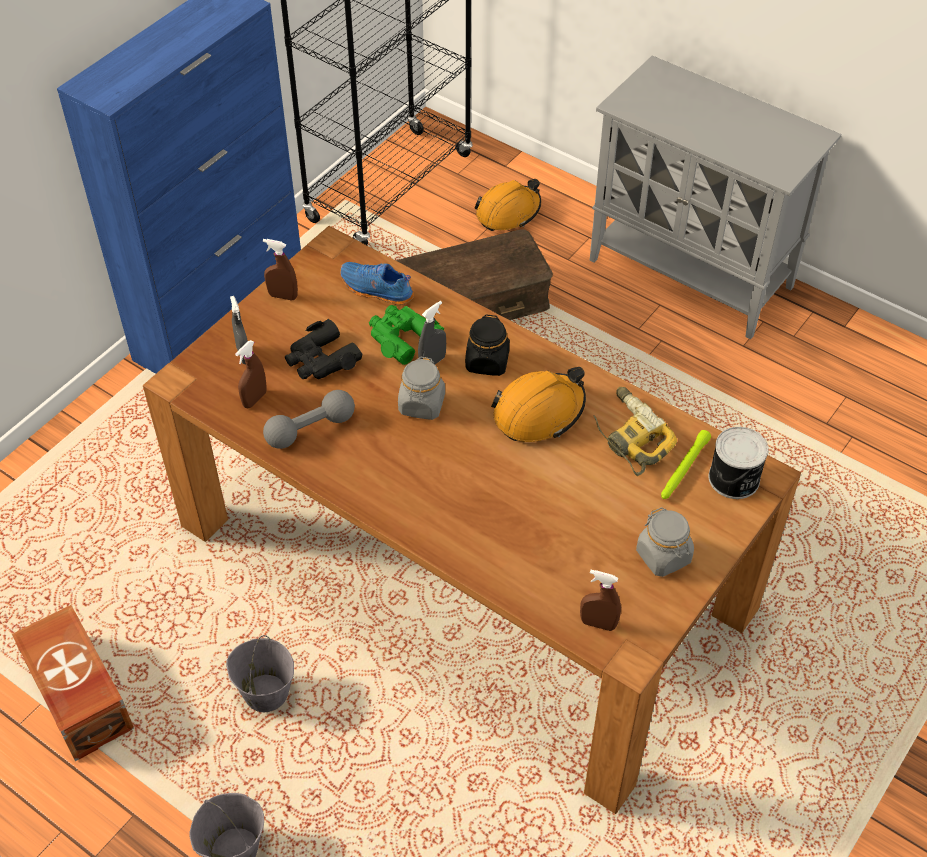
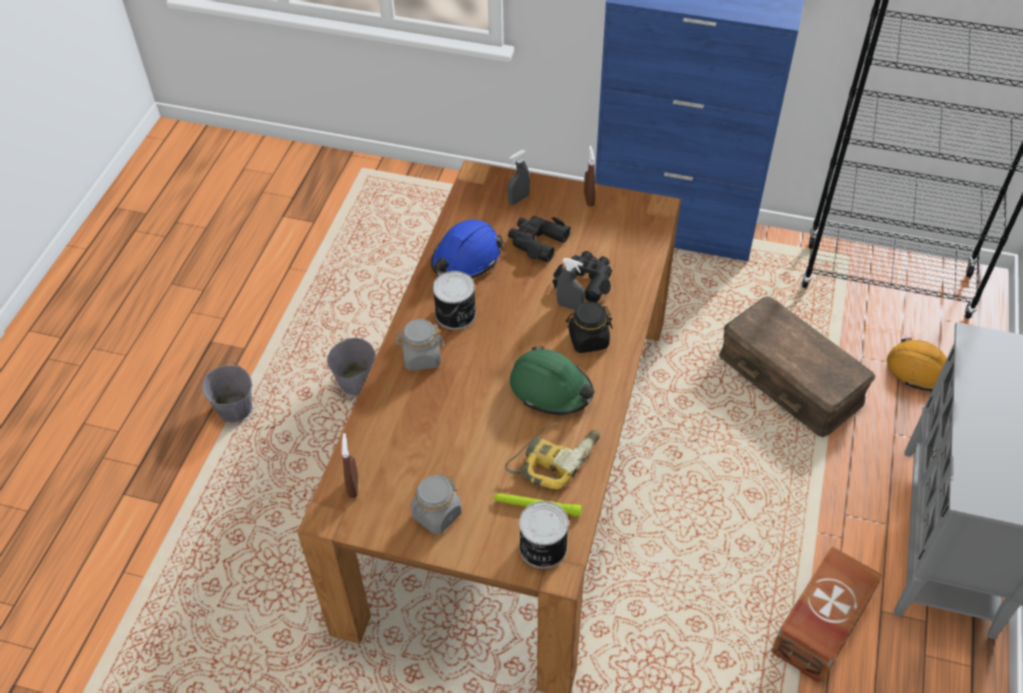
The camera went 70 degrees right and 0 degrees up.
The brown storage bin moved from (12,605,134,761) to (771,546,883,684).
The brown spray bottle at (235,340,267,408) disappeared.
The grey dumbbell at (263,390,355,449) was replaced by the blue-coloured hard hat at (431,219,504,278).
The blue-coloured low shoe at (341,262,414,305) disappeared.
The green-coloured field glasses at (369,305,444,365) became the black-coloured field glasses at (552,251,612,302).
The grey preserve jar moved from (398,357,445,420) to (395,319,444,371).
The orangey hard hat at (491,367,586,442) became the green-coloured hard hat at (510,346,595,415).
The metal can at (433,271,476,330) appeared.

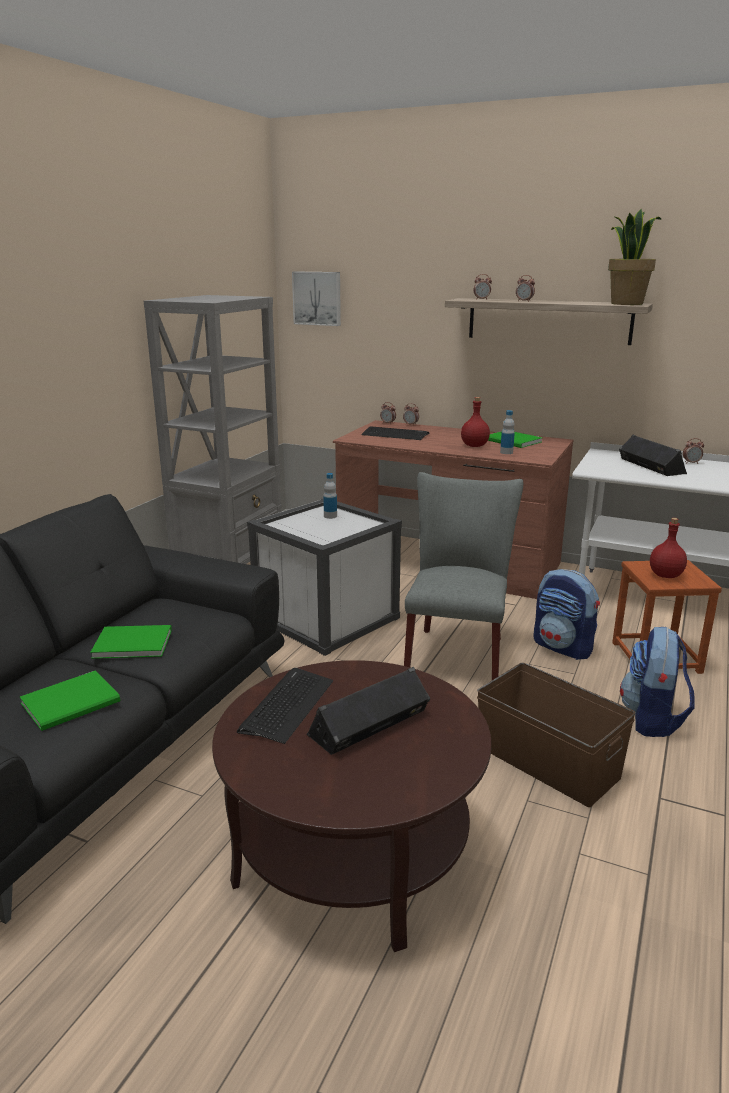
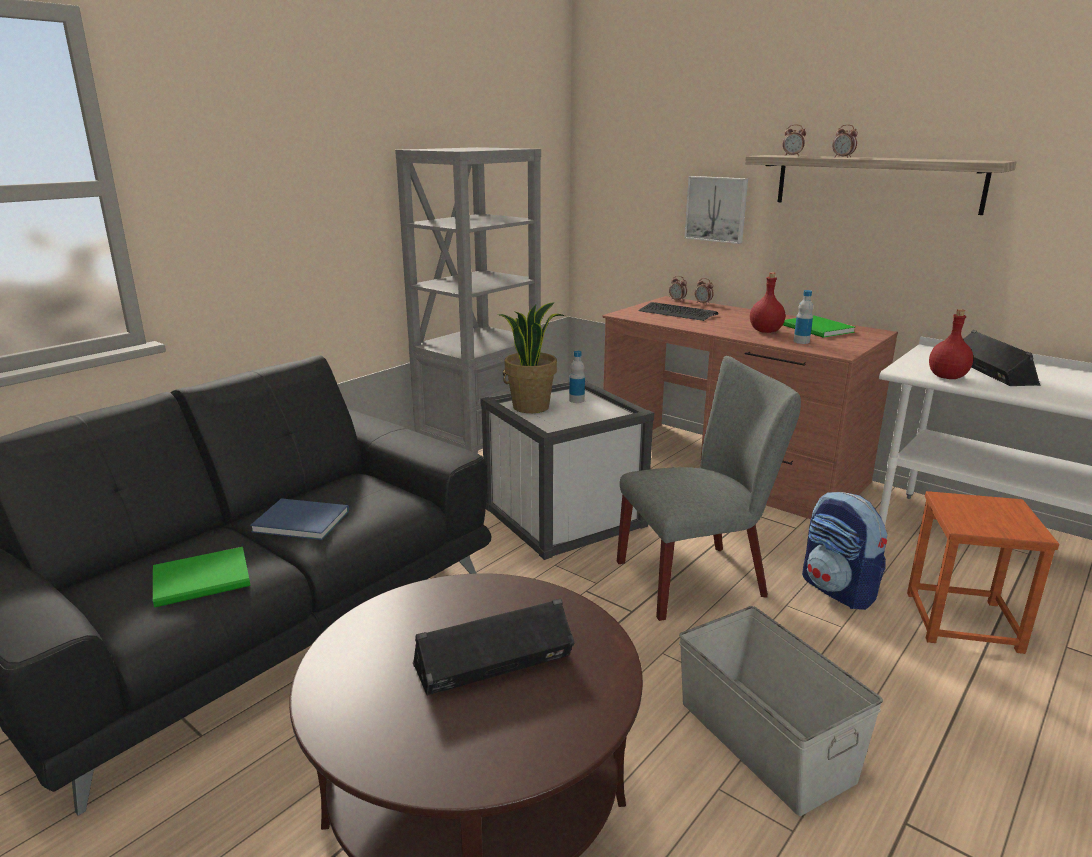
The camera went 15 degrees right and 0 degrees up.
The green-coloured book at (90,625,172,659) became the blue-coloured book at (250,498,349,540).
The PC keyboard at (237,668,333,744) disappeared.
The wall art moved from (292,271,341,326) to (684,176,748,244).
The grey upright chair at (404,472,523,680) turned 45 degrees clockwise.
The brown storage bin at (477,663,636,807) became the grey storage bin at (679,606,883,816).
The houseplant moved from (608,209,661,305) to (498,302,565,413).
The rucksack at (620,627,695,737) disappeared.
The red-coloured drink bottle moved from (650,518,687,578) to (929,309,973,379).
The table clock at (683,438,704,464) disappeared.

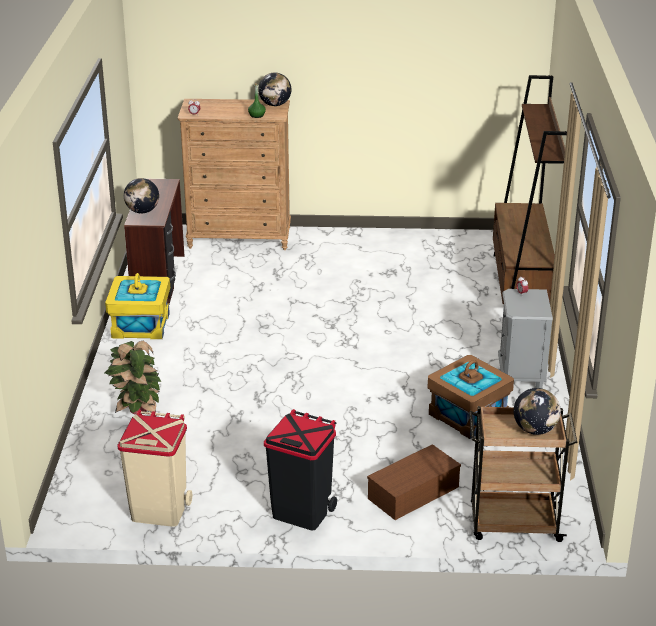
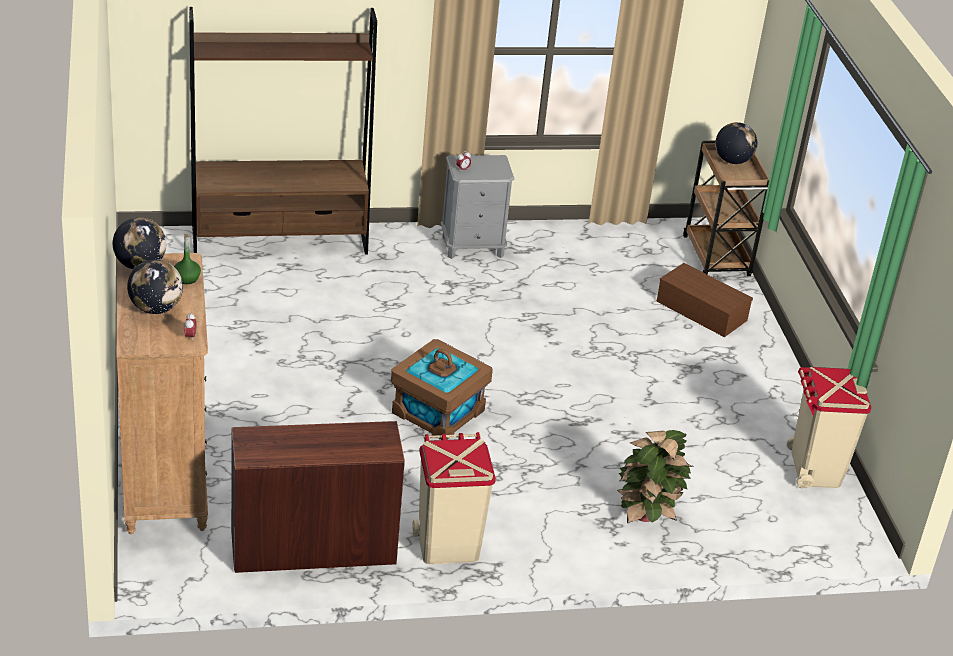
The camera went 105 degrees left and 5 degrees up.
The yellow-coloured storage bin at (105,273,170,339) was replaced by the beige waste bin at (412,432,496,564).
The world globe moved from (124,178,159,213) to (127,259,183,314).
The black-coloured waste bin at (264,409,337,530) disappeared.
The brown storage bin moved from (428,355,514,439) to (391,339,493,440).

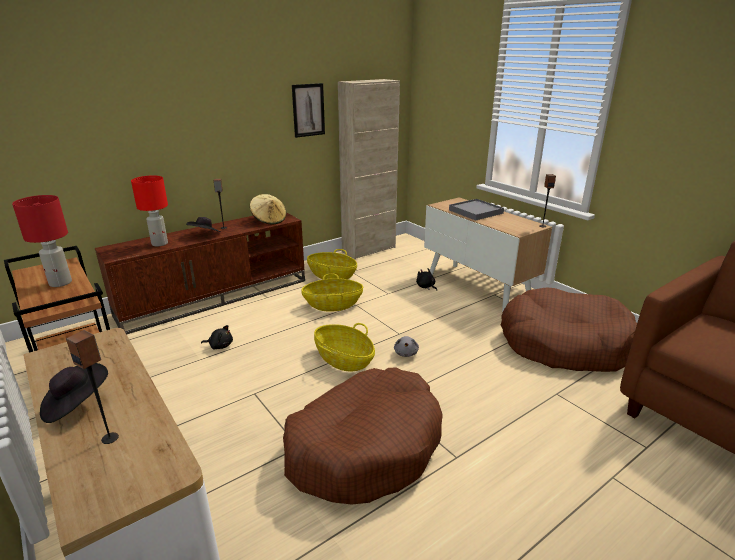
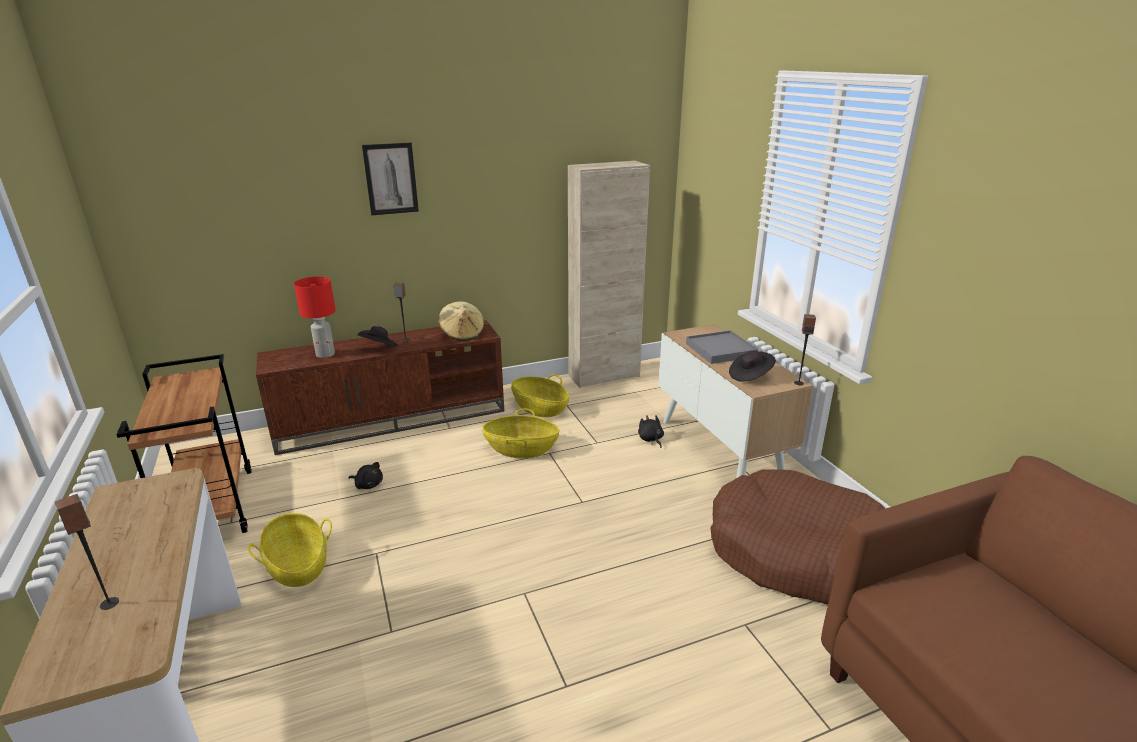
The camera went 15 degrees right and 0 degrees up.
The red-coloured tabletop lamp at (12,195,72,287) disappeared.
The black-coloured hat moved from (40,363,108,423) to (729,351,776,382).
The brown dog bed at (283,367,443,505) disappeared.
The wall art moved from (292,83,325,138) to (362,143,419,215).
The household basket moved from (314,323,375,371) to (248,513,332,587).
The grey plush toy at (394,336,419,357) disappeared.

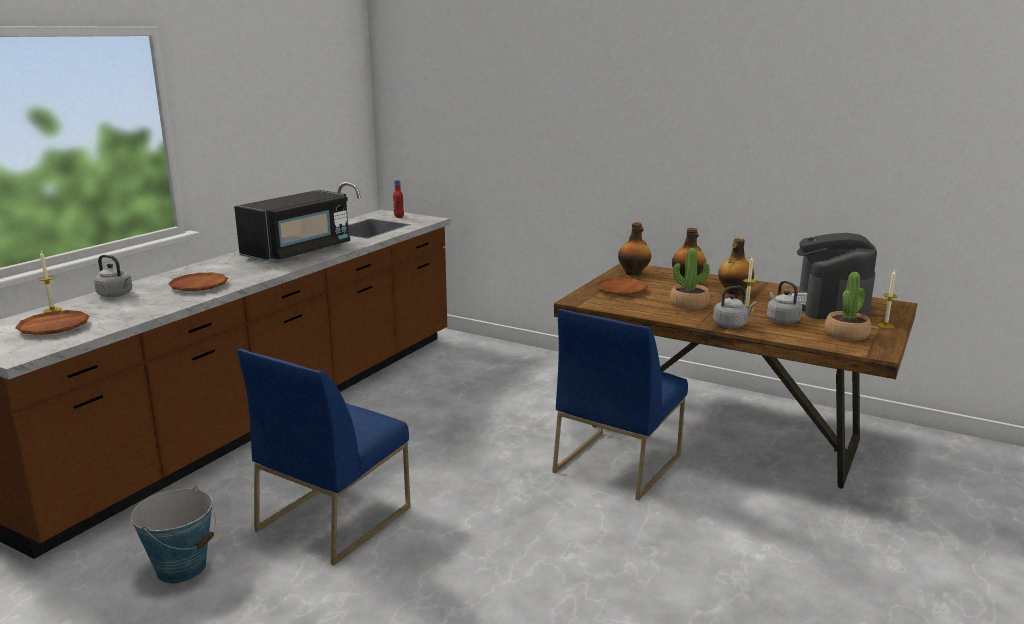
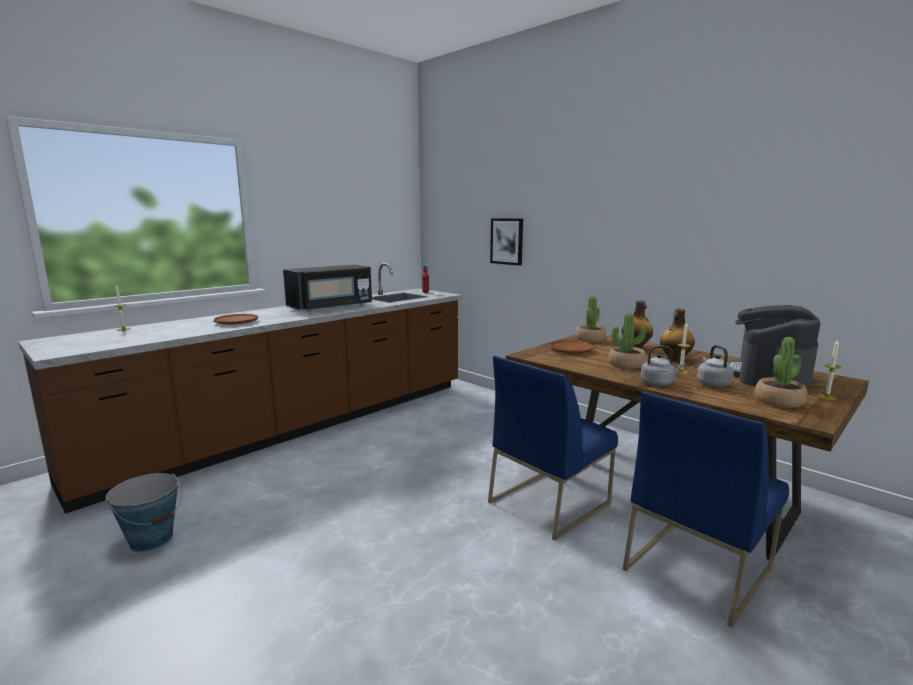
The camera went 15 degrees right and 5 degrees down.
The brown dinner plate at (16,310,89,335) disappeared.
The grey kettle at (94,255,132,297) disappeared.
The blue-coloured upright chair moved from (237,349,411,565) to (623,392,789,628).
The drink bottle at (618,222,651,276) was replaced by the houseplant at (576,296,606,342).
The wall art at (490,218,523,266) appeared.

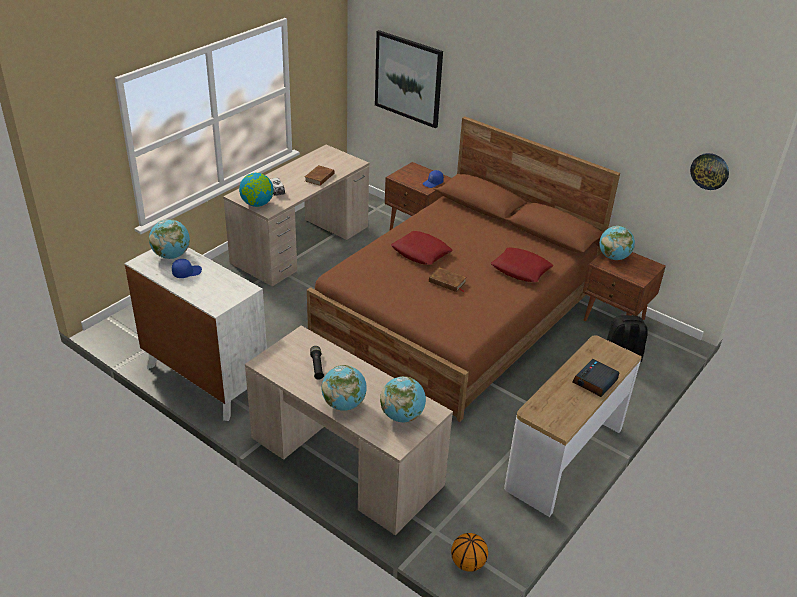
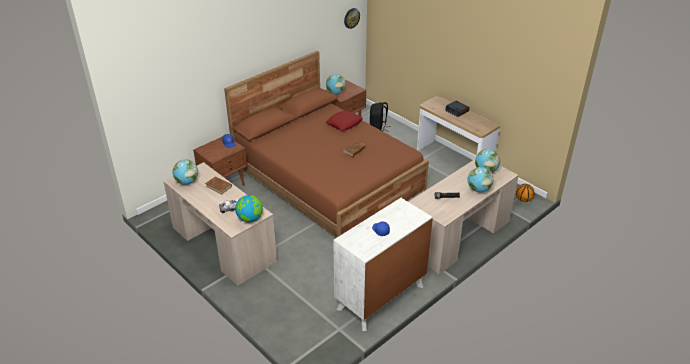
The camera went 80 degrees left and 0 degrees up.
The world globe moved from (149,219,190,259) to (173,159,198,185).
The wall art at (375,30,443,128) disappeared.
The red-coloured cushion at (391,231,453,265) disappeared.

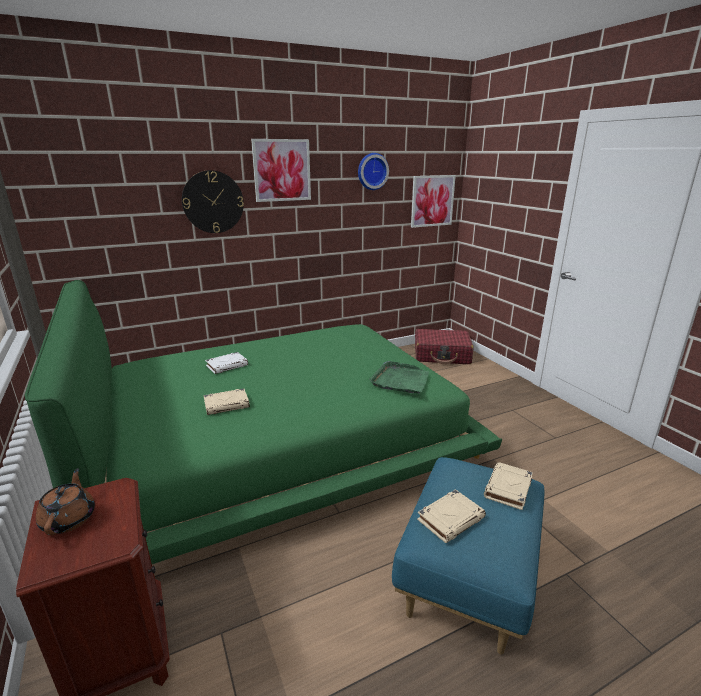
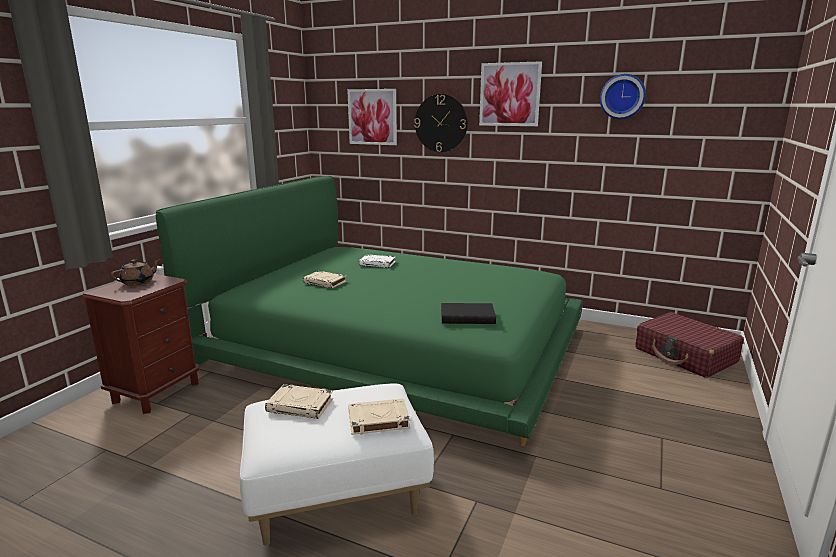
The camera went 50 degrees right and 5 degrees down.
The green-coloured carrying tray at (369,361,429,394) was replaced by the black-coloured book at (441,303,496,324).
The blue-coloured footrest at (392,457,544,654) became the white-coloured footrest at (239,384,434,546).
The wall art moved from (411,175,456,228) to (347,89,397,145).

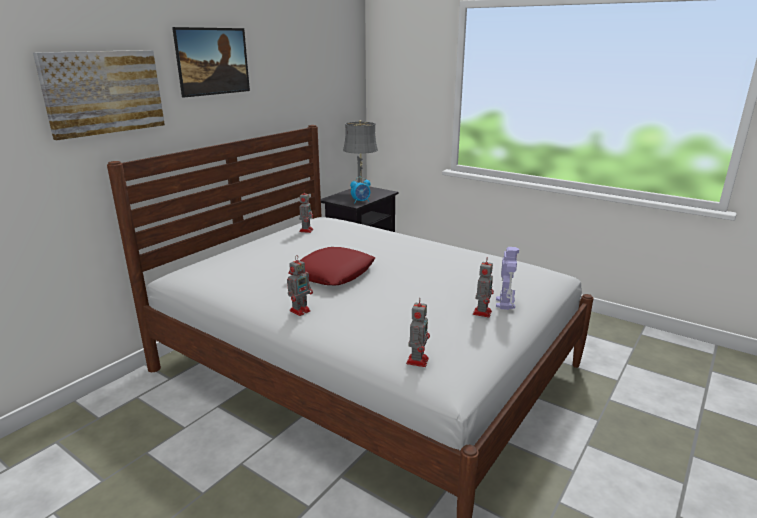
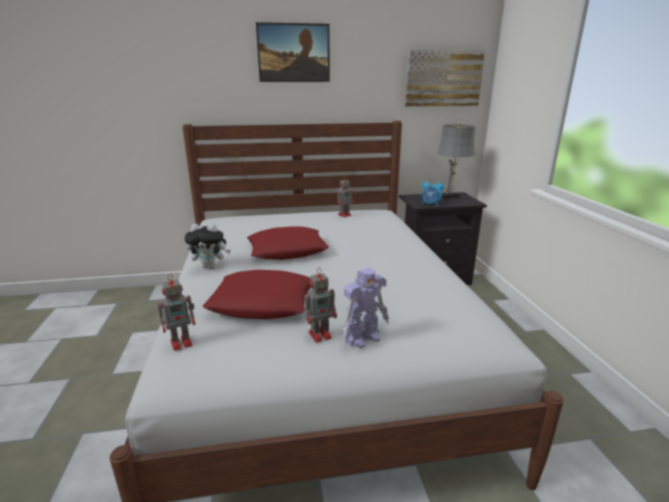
The camera went 45 degrees right and 0 degrees up.
The wall art moved from (33,50,165,140) to (405,49,485,107).
The robot figure at (287,255,313,316) was replaced by the plush toy at (184,224,230,268).
The red-coloured cushion at (202,270,311,319) appeared.

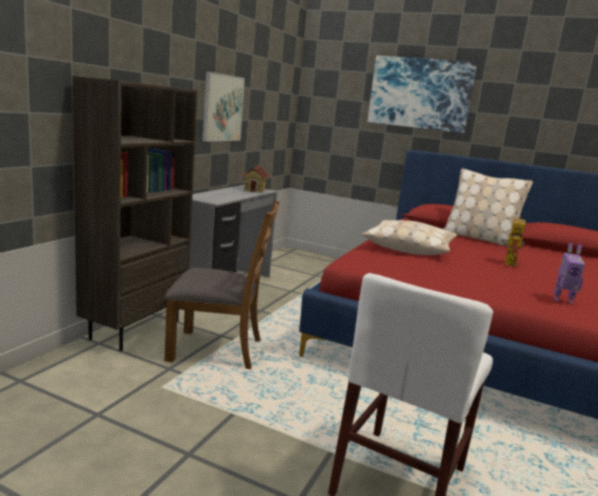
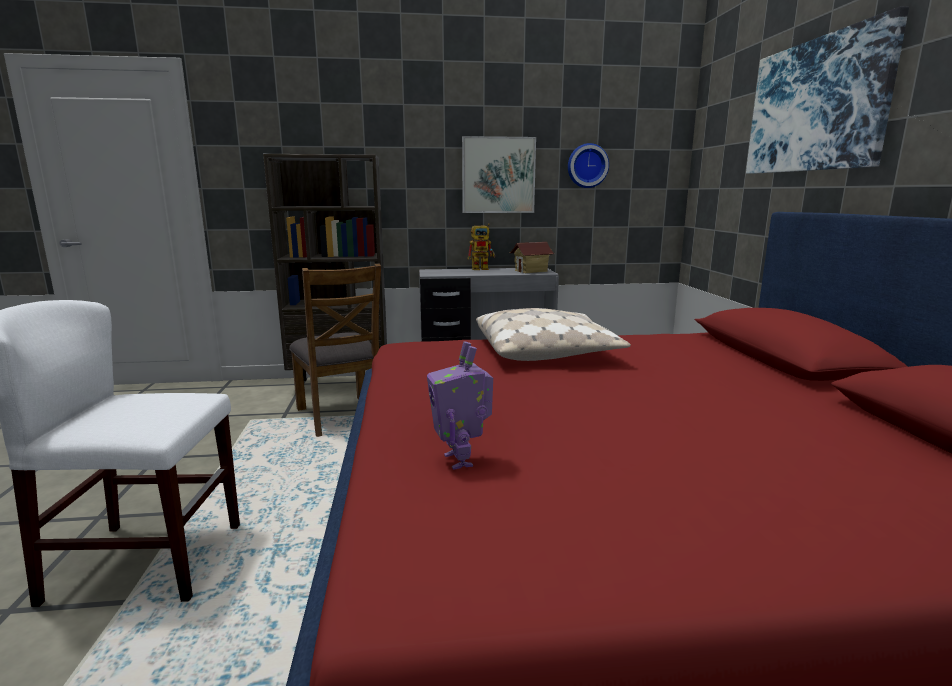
The camera went 60 degrees right and 0 degrees up.
The beige cushion at (444,168,533,246) disappeared.
The robot figure moved from (501,216,526,267) to (467,223,495,270).
The clock on the wall at (568,143,609,188) appeared.

